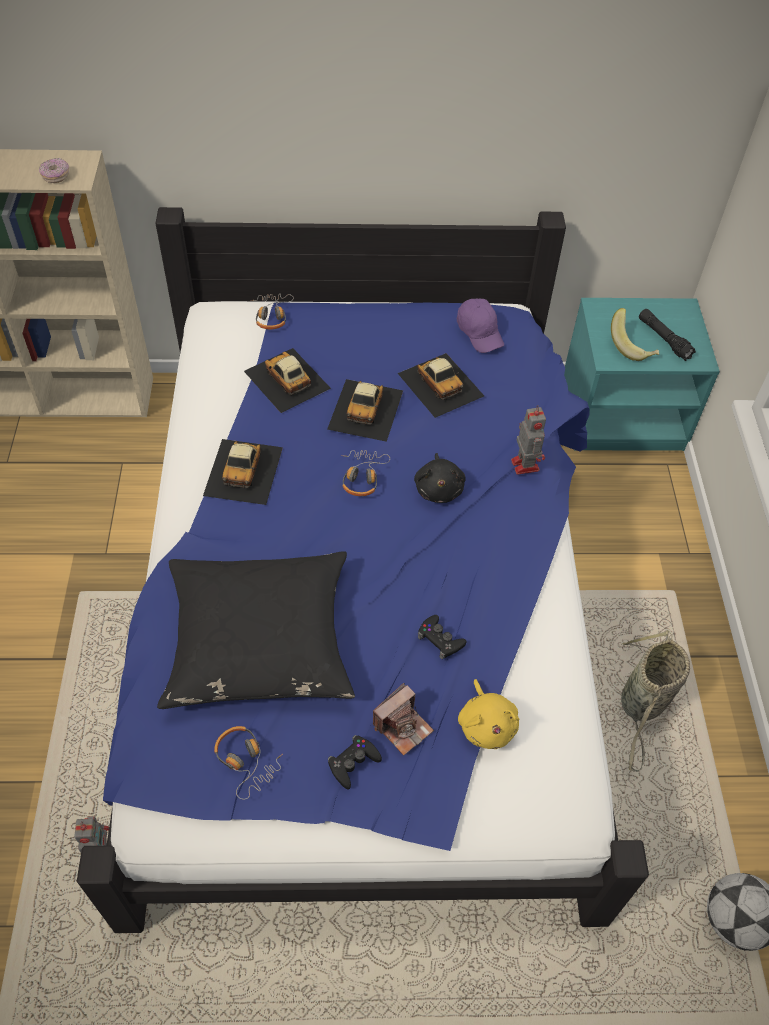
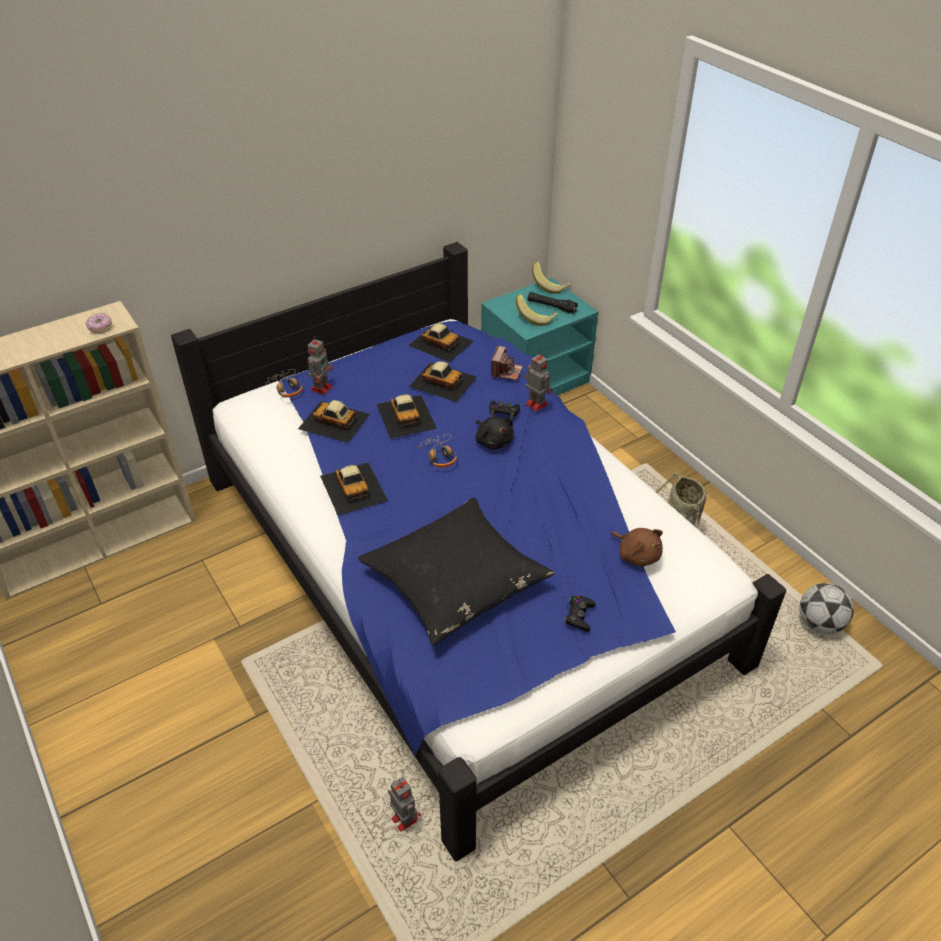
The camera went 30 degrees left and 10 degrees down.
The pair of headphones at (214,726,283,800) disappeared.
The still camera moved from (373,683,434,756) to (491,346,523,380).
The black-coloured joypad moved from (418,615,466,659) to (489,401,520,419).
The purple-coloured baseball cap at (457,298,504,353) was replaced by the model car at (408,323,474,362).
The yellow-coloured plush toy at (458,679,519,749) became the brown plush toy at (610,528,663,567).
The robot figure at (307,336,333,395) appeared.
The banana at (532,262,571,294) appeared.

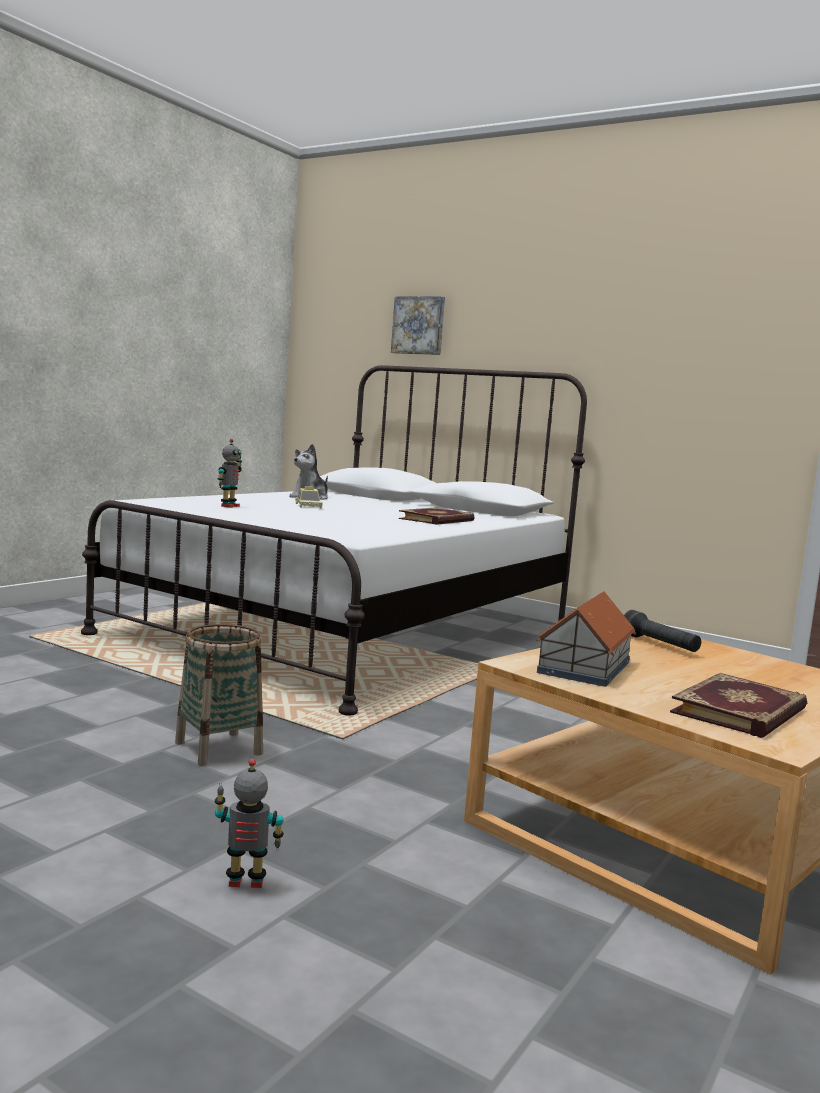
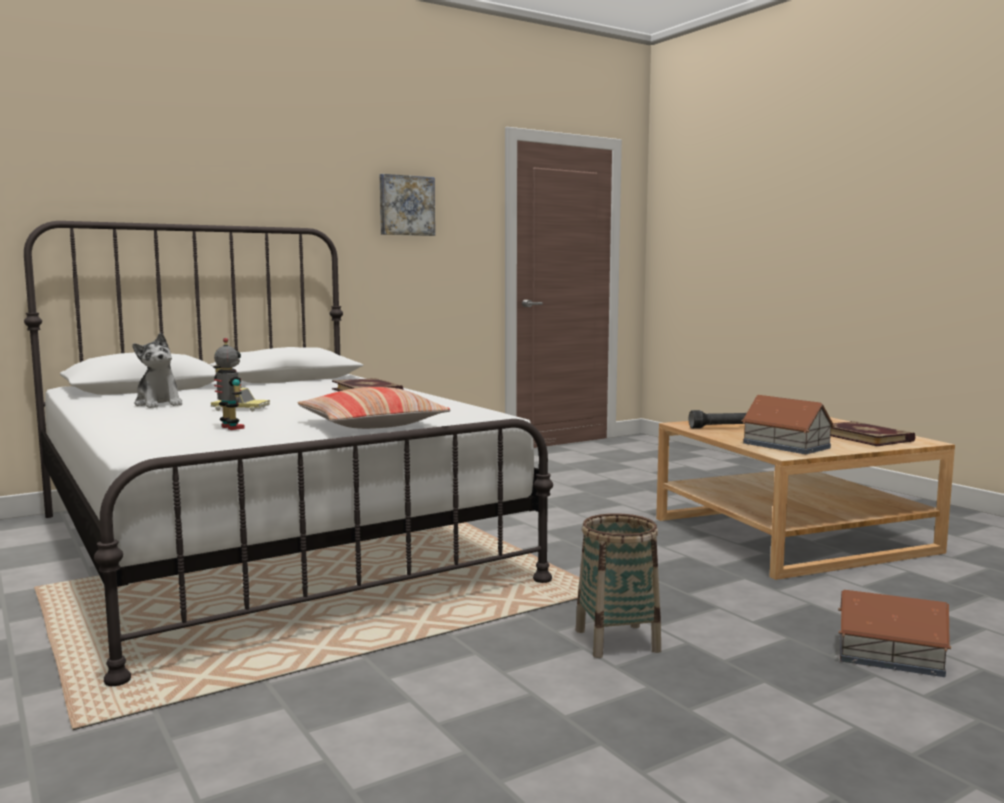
The camera went 65 degrees left and 0 degrees up.
The robot figure at (215,759,284,888) was replaced by the toy house at (838,590,951,677).
The wall art moved from (391,296,445,355) to (380,174,435,236).
The cushion at (297,387,450,429) appeared.

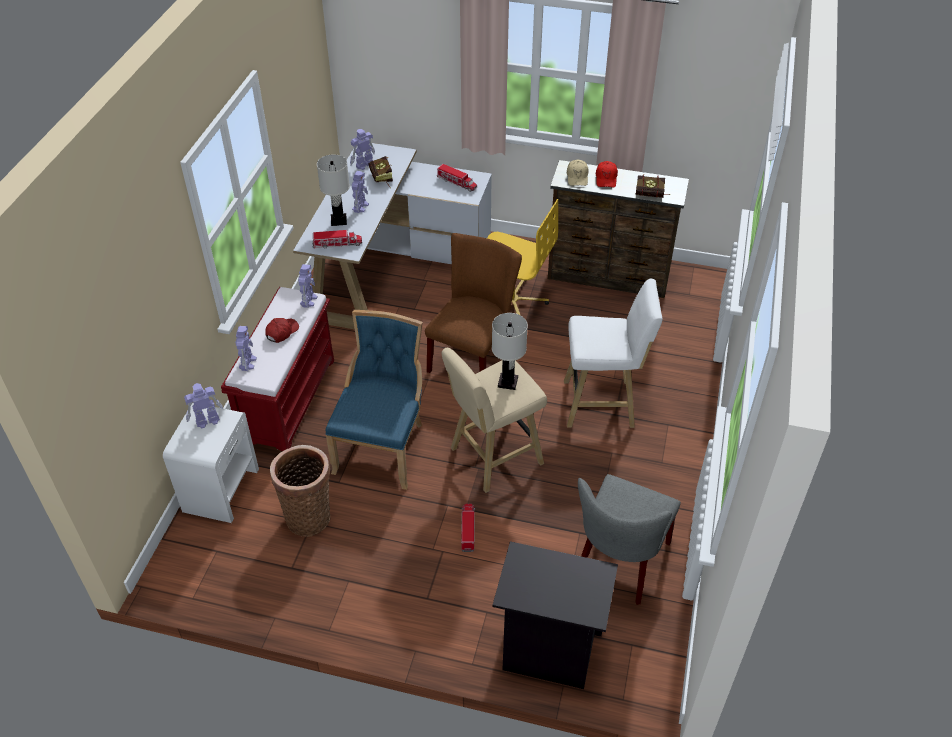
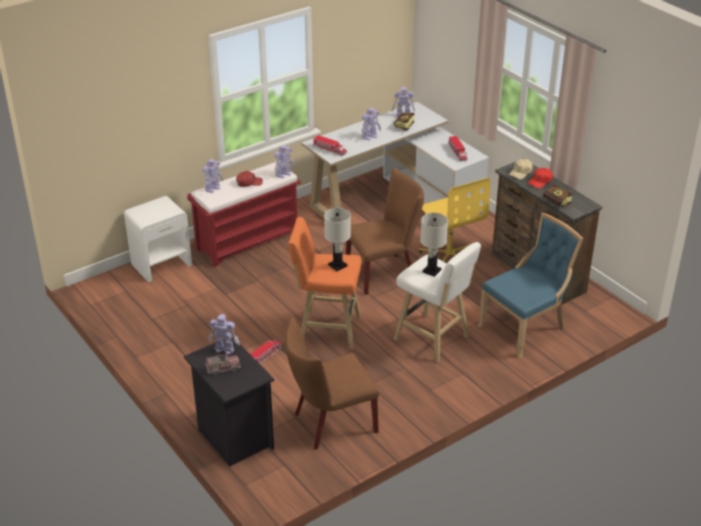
The camera went 40 degrees right and 10 degrees down.
The robot figure moved from (184,383,223,428) to (209,314,240,355).
The household basket at (270,445,330,537) disappeared.
The white-coloured tabletop lamp moved from (317,154,350,226) to (420,213,448,277).
The blue-coloured upright chair moved from (326,310,423,490) to (478,213,583,358).
The beige stool at (442,348,547,493) became the orangey stool at (288,217,362,349).
The grey upright chair at (578,474,681,605) became the brown upright chair at (285,317,379,450).
The toy truck at (205,354,241,375) appeared.

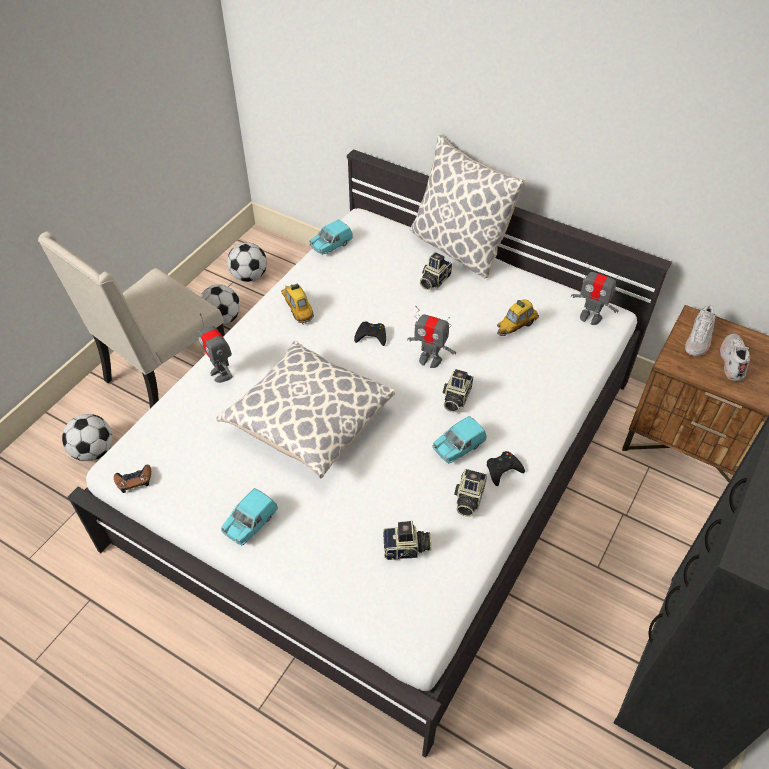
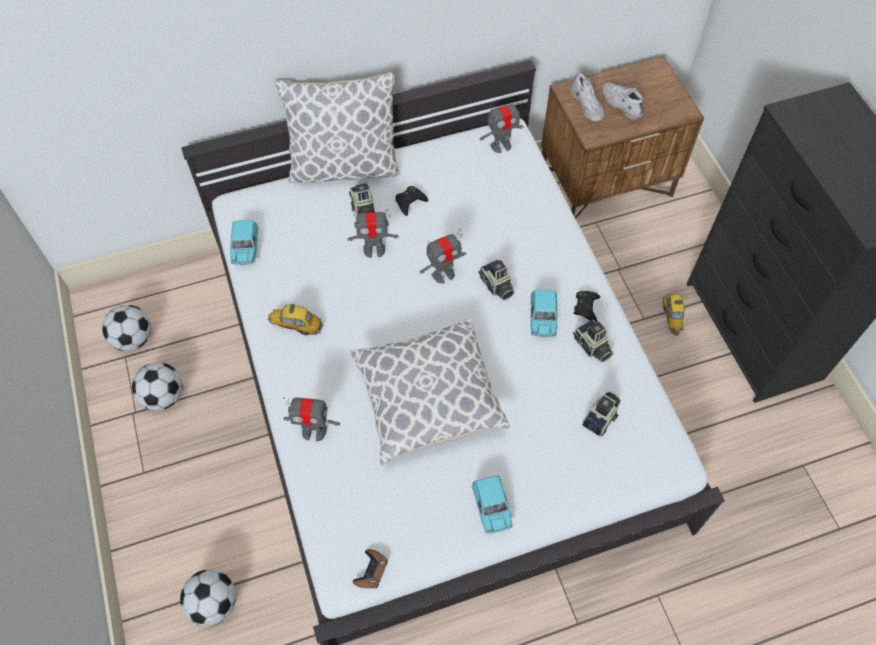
The camera went 50 degrees left and 10 degrees up.
The beige upright chair at (38,231,225,409) disappeared.
The black-coloured joypad moved from (354,322,386,346) to (395,186,428,216).
The model car moved from (497,299,539,336) to (663,294,686,335).
The robot figure at (348,209,399,258) appeared.

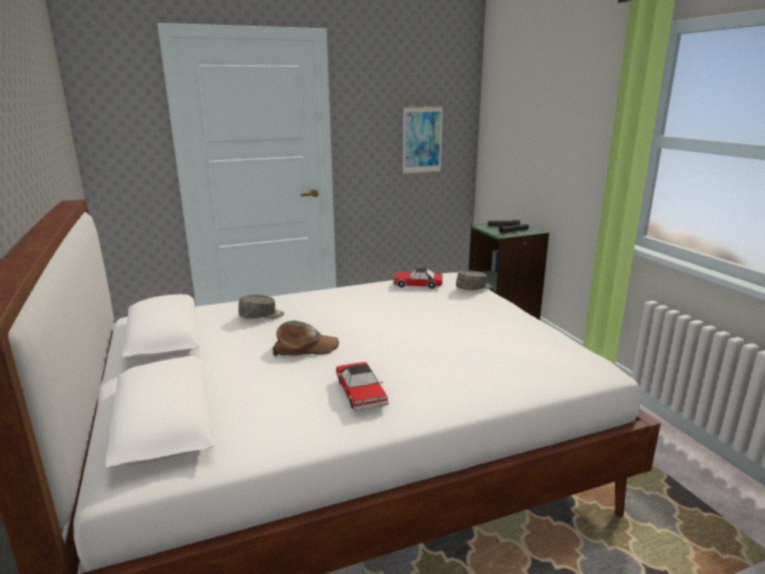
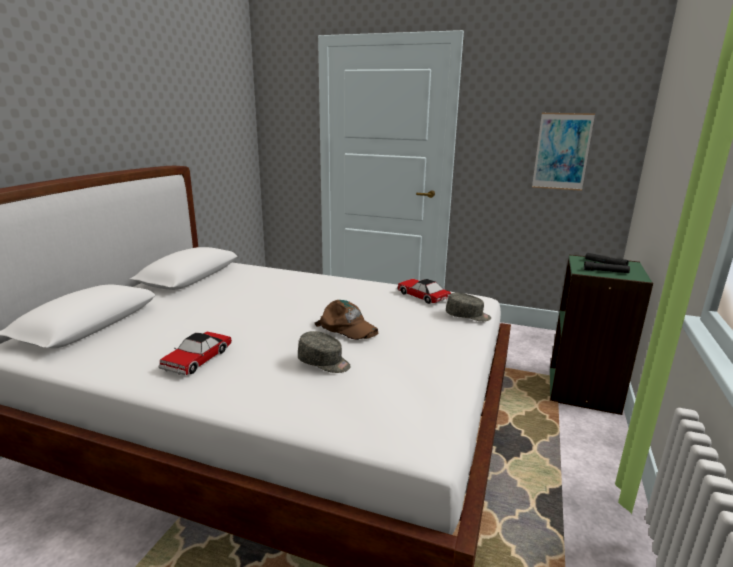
The camera went 40 degrees right and 0 degrees up.
The grey baseball cap moved from (238,295,284,319) to (298,331,351,373).
The brown baseball cap moved from (273,321,339,356) to (315,300,378,340).

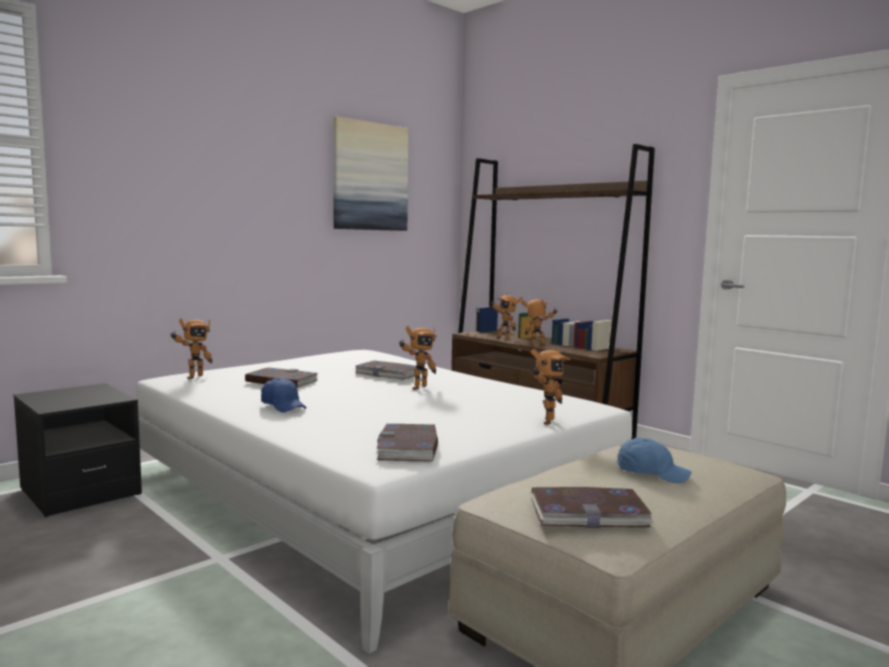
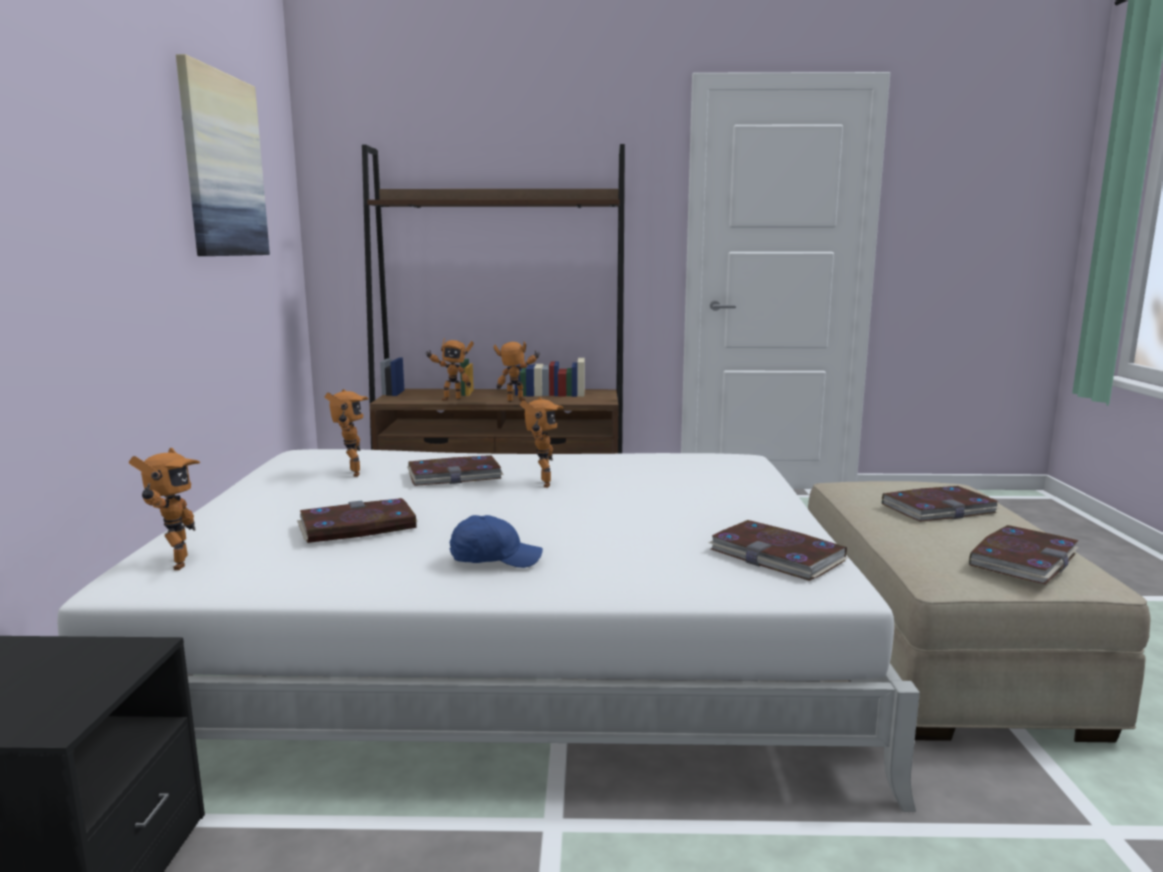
The camera went 45 degrees left and 5 degrees up.
The robot figure moved from (531,349,571,425) to (325,389,369,477).
The blue-coloured baseball cap at (617,438,692,483) was replaced by the book at (882,486,999,522).

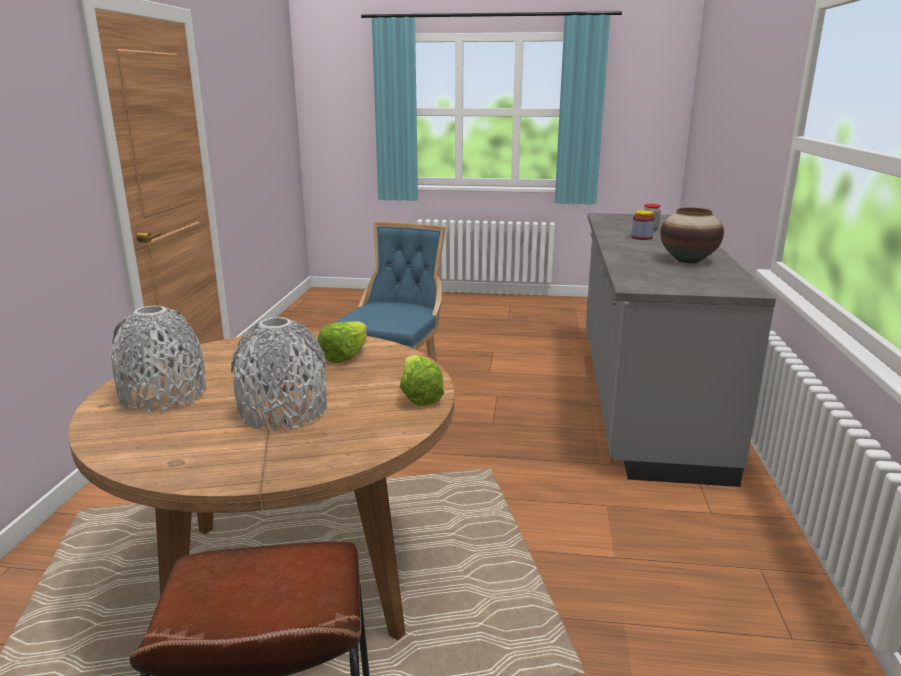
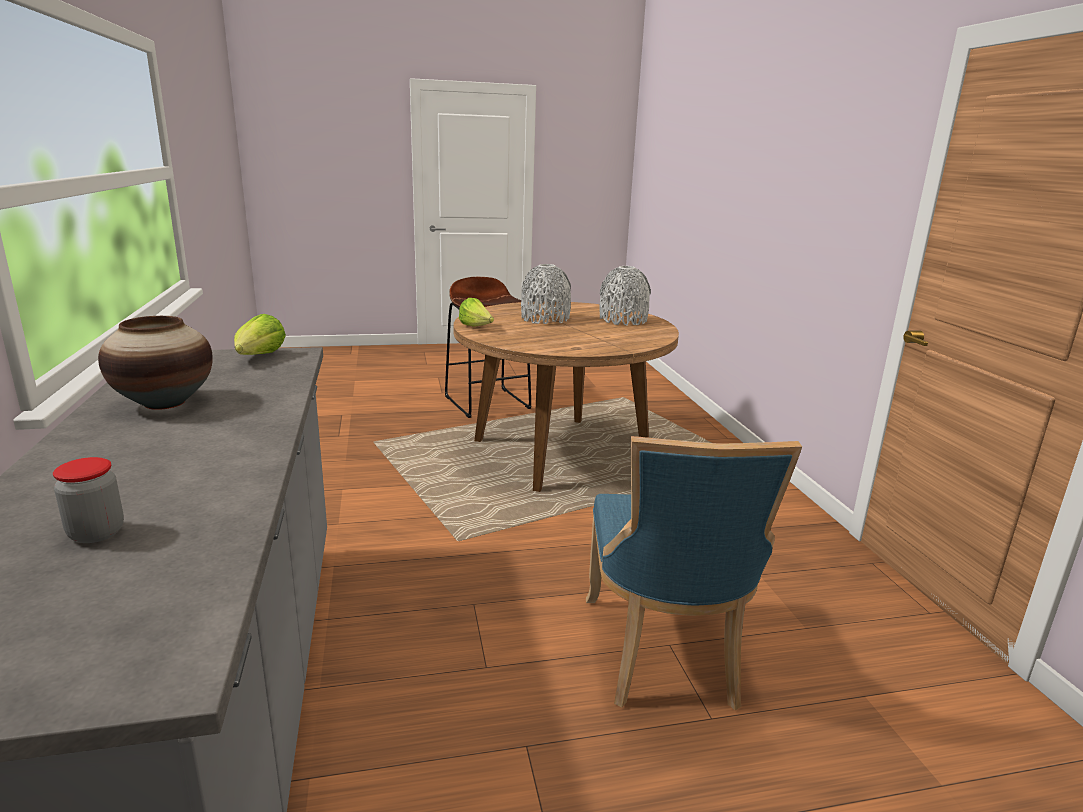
The camera went 160 degrees right and 0 degrees up.
The lettuce head moved from (317,321,367,363) to (234,314,286,355).
The preserve jar at (631,210,655,240) disappeared.

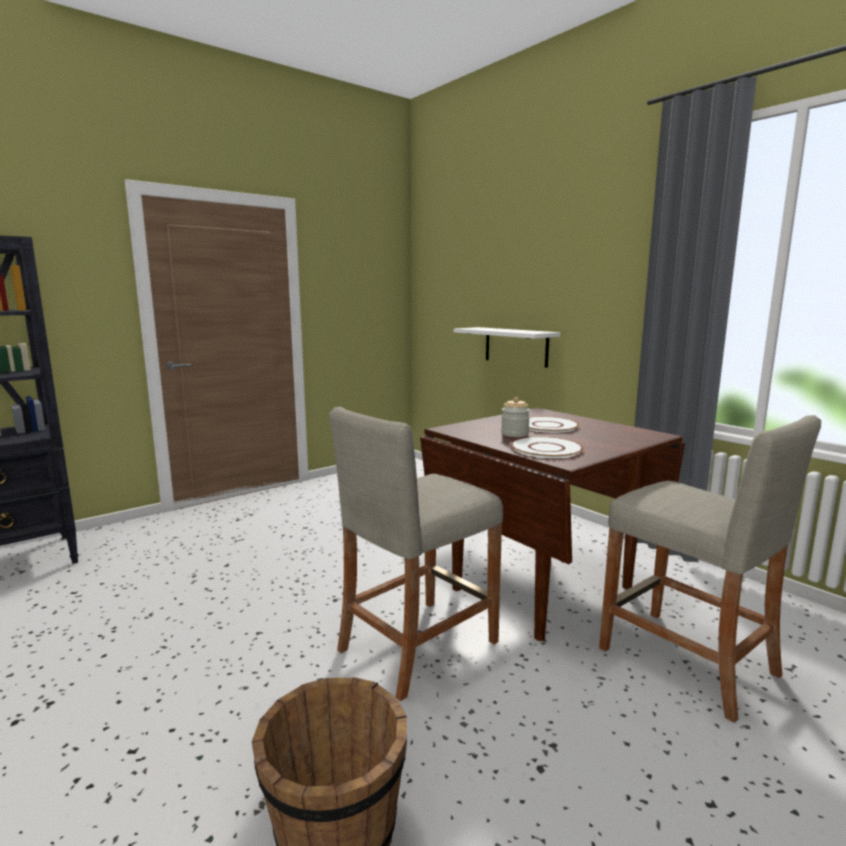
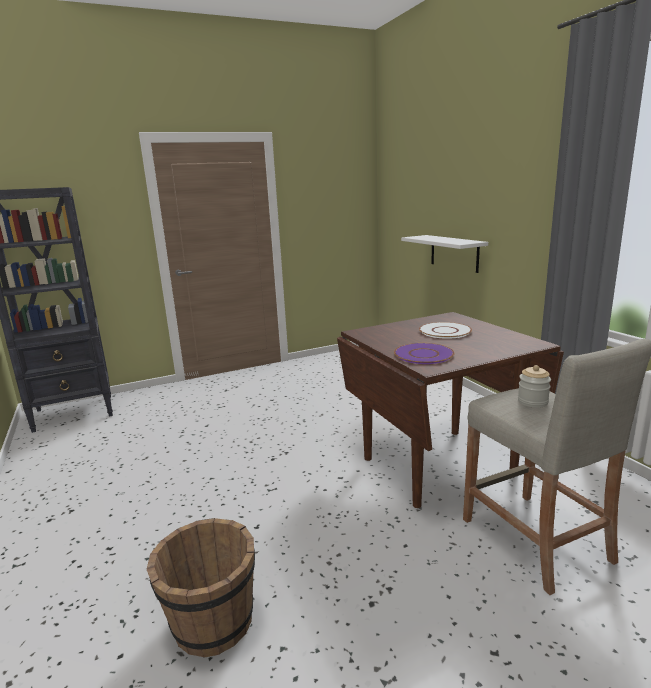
The camera went 15 degrees right and 5 degrees up.
The beige stool at (329,407,503,701) disappeared.
The preserve jar moved from (501,397,530,437) to (518,365,551,408).
The white-coloured dinner plate at (511,437,583,458) became the purple-coloured dinner plate at (394,343,454,364).

